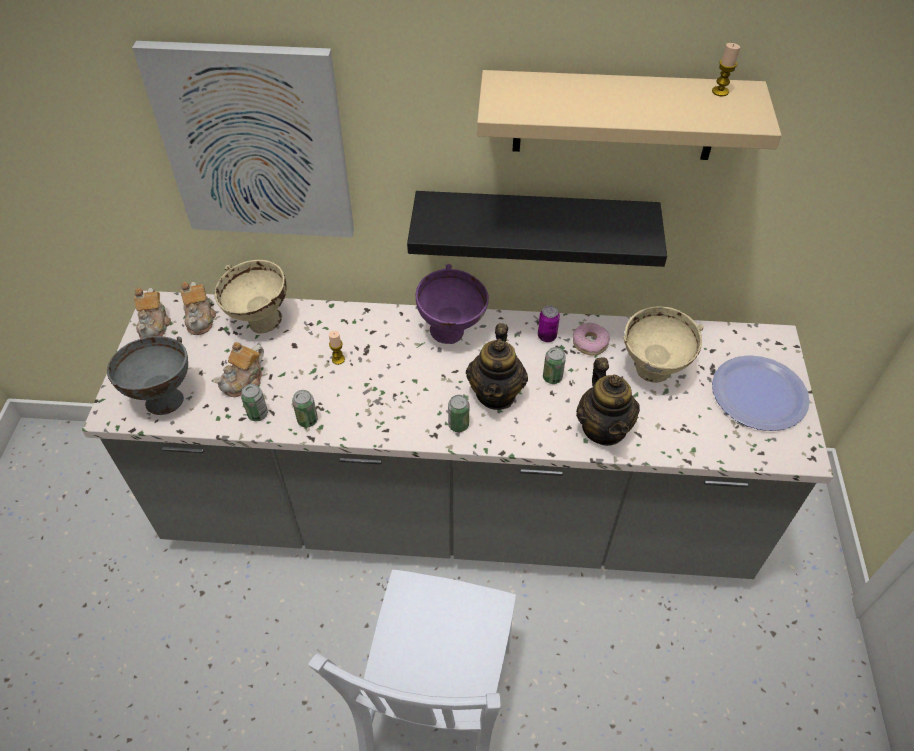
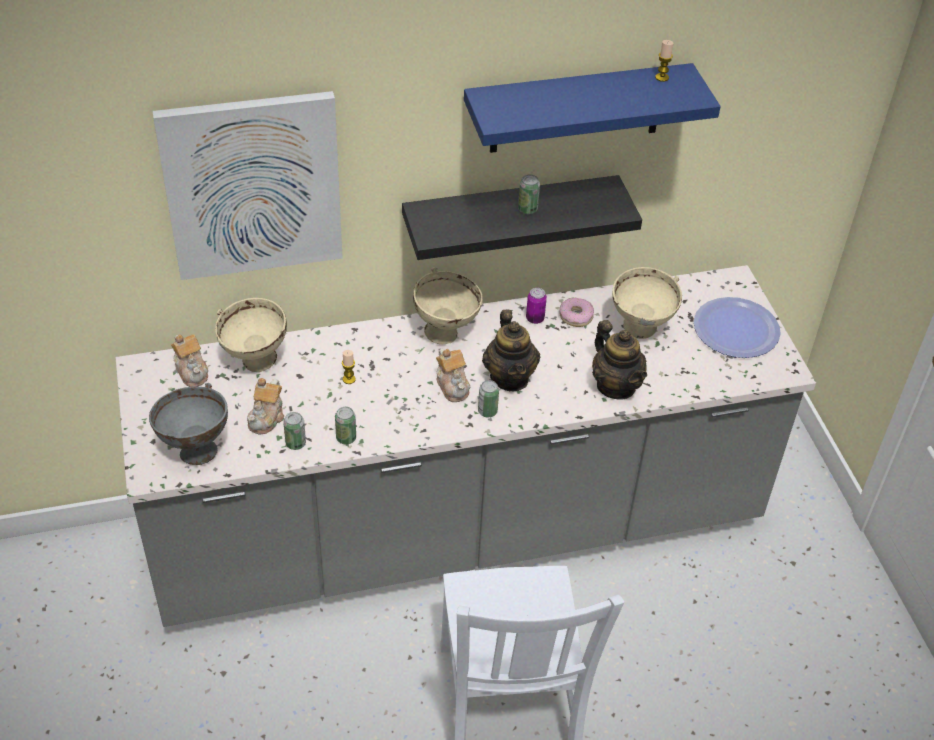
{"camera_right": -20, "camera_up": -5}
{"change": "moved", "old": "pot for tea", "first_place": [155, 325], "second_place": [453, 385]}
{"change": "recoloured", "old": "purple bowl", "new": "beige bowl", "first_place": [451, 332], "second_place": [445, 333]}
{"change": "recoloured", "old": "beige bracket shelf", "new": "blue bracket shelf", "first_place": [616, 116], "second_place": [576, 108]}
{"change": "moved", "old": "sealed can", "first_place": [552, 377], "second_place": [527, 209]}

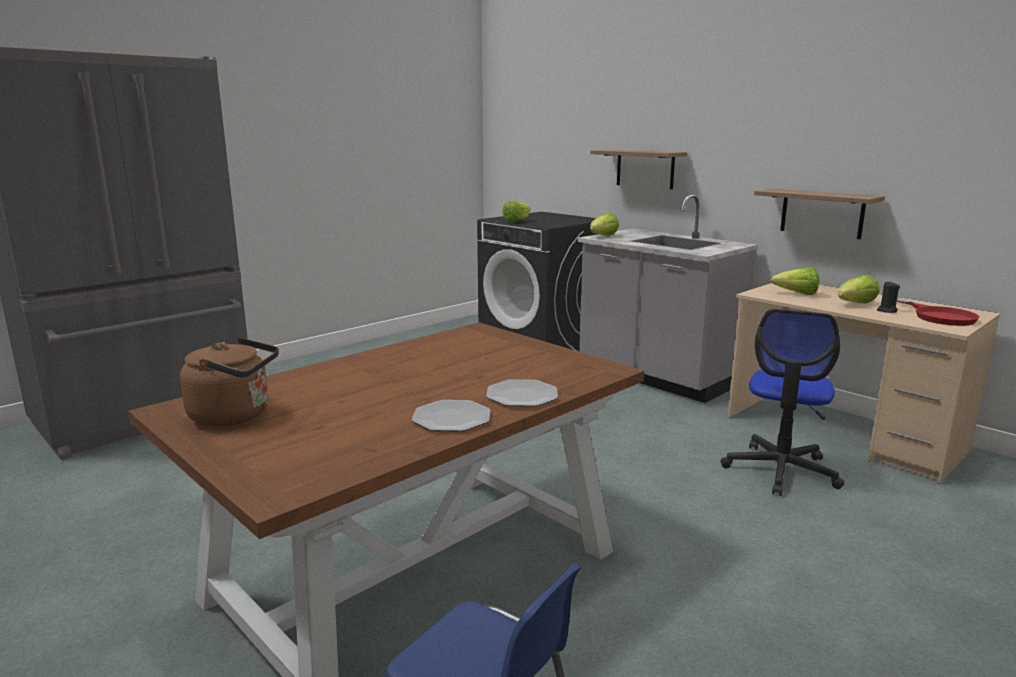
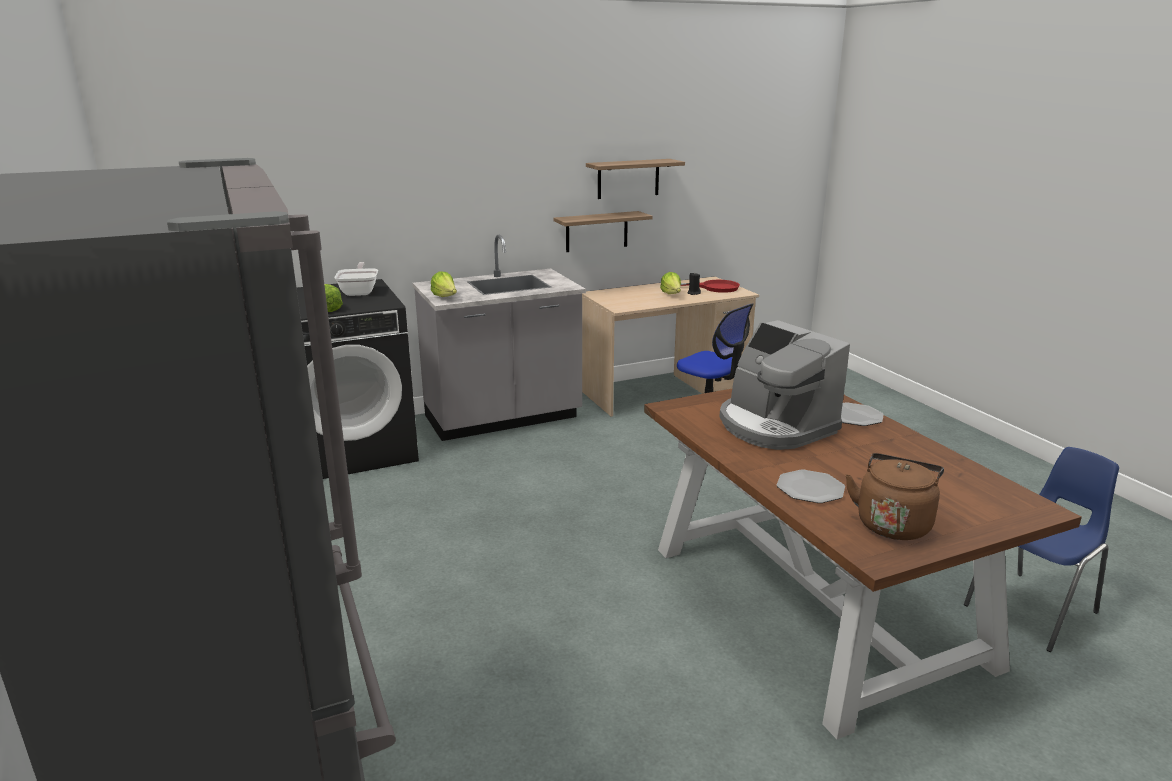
{"camera_right": -70, "camera_up": 5}
{"change": "moved", "old": "dinner plate", "first_place": [451, 418], "second_place": [810, 488]}
{"change": "moved", "old": "bracket shelf", "first_place": [645, 169], "second_place": [628, 178]}
{"change": "removed", "old": "lettuce head", "first_place": [797, 294]}
{"change": "added", "new": "frying pan", "second_place": [360, 292]}
{"change": "added", "new": "coffee maker", "second_place": [774, 426]}

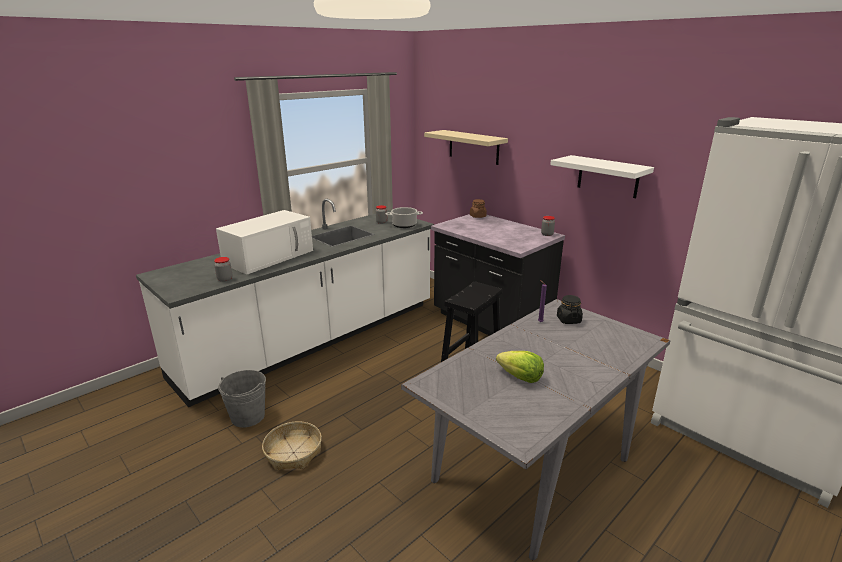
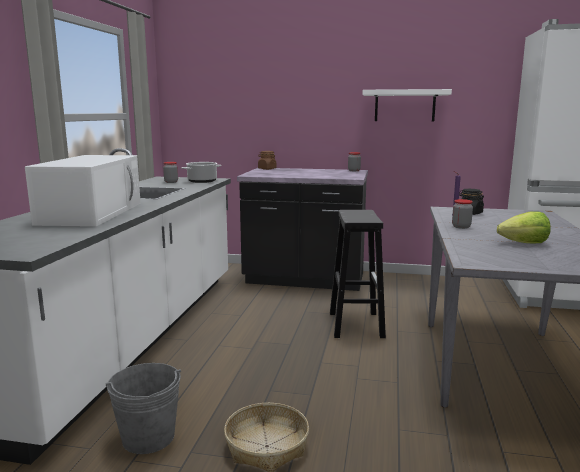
{"camera_right": -35, "camera_up": -10}
{"change": "moved", "old": "storage jar", "first_place": [225, 279], "second_place": [461, 227]}
{"change": "removed", "old": "beige bracket shelf", "first_place": [473, 147]}

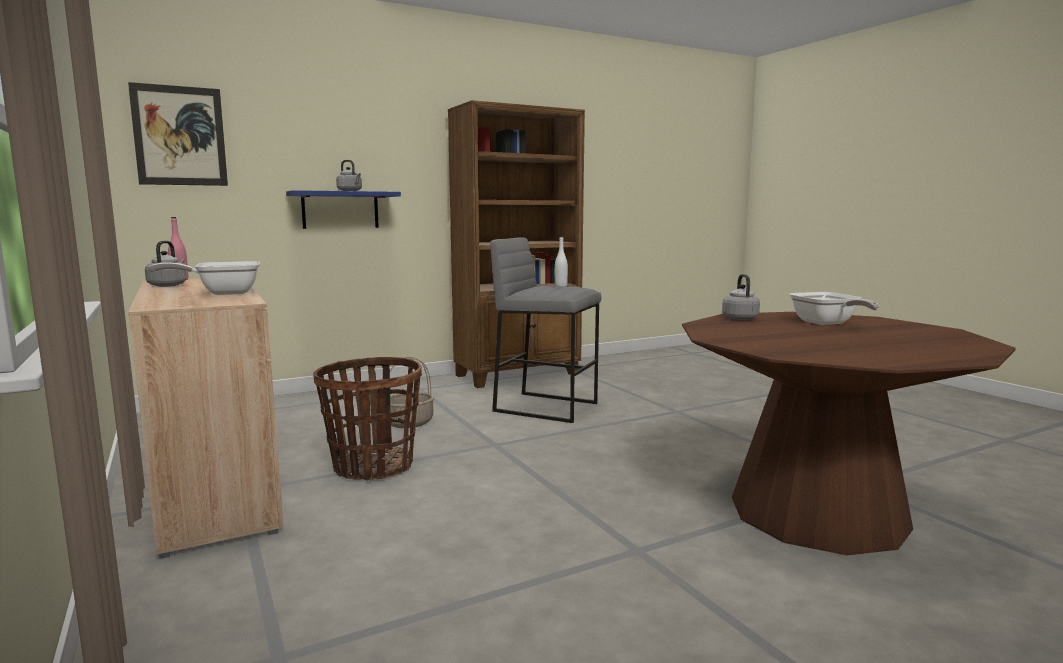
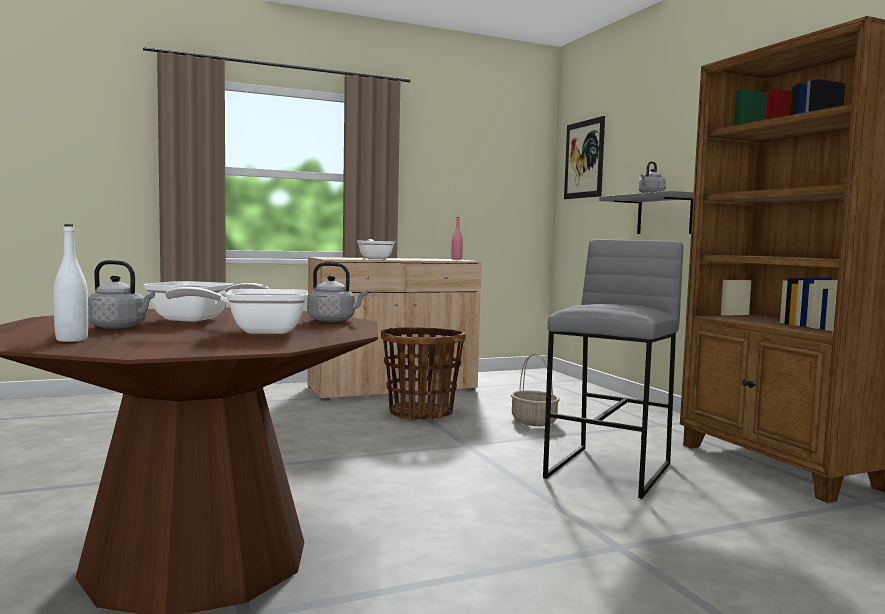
{"camera_right": 95, "camera_up": -5}
{"change": "moved", "old": "grey kettle", "first_place": [168, 285], "second_place": [120, 327]}
{"change": "recoloured", "old": "blue bracket shelf", "new": "grey bracket shelf", "first_place": [340, 210], "second_place": [664, 214]}
{"change": "moved", "old": "white drink bottle", "first_place": [561, 286], "second_place": [71, 340]}
{"change": "added", "new": "frying pan", "second_place": [198, 320]}

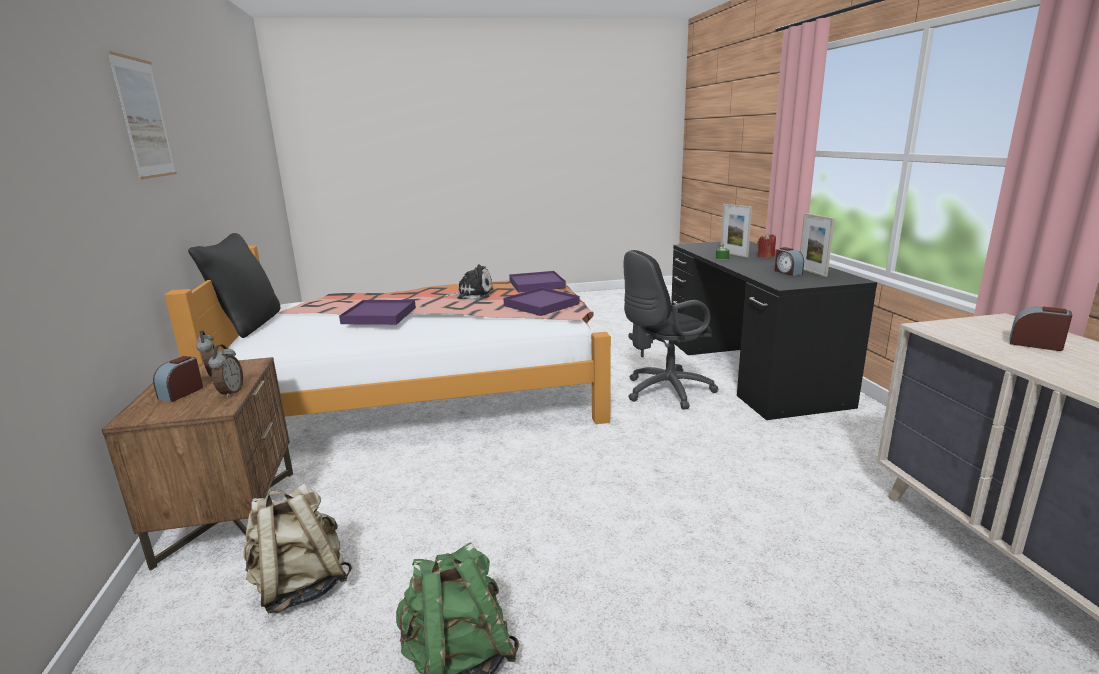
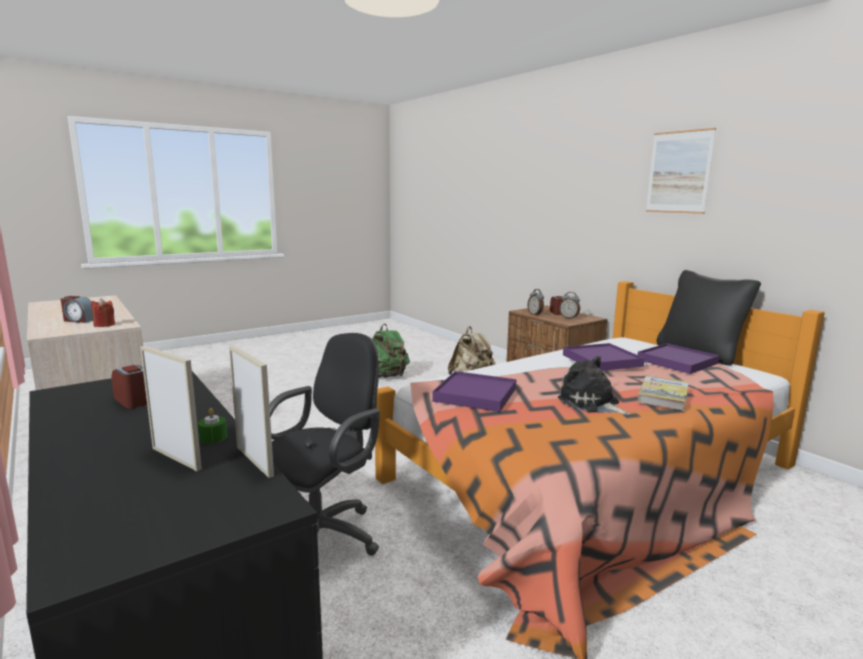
{"camera_right": 155, "camera_up": -5}
{"change": "turned", "old": "cuddly toy", "first_place": [472, 294], "second_place": [591, 403], "degrees": 75}
{"change": "moved", "old": "purple carrying tray", "first_place": [537, 284], "second_place": [677, 361]}
{"change": "moved", "old": "red wax candle", "first_place": [765, 256], "second_place": [104, 325]}
{"change": "moved", "old": "picture frame", "first_place": [812, 272], "second_place": [254, 461]}
{"change": "added", "new": "volume", "second_place": [663, 395]}

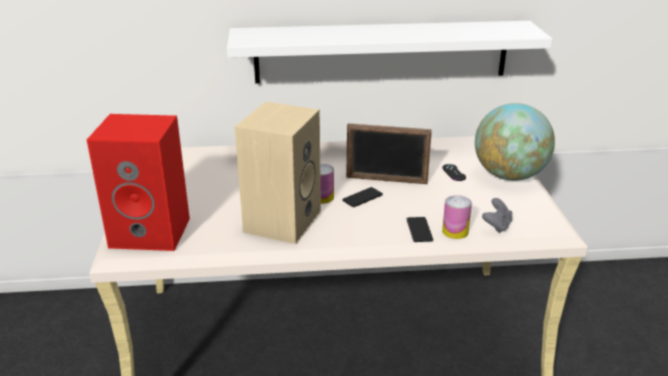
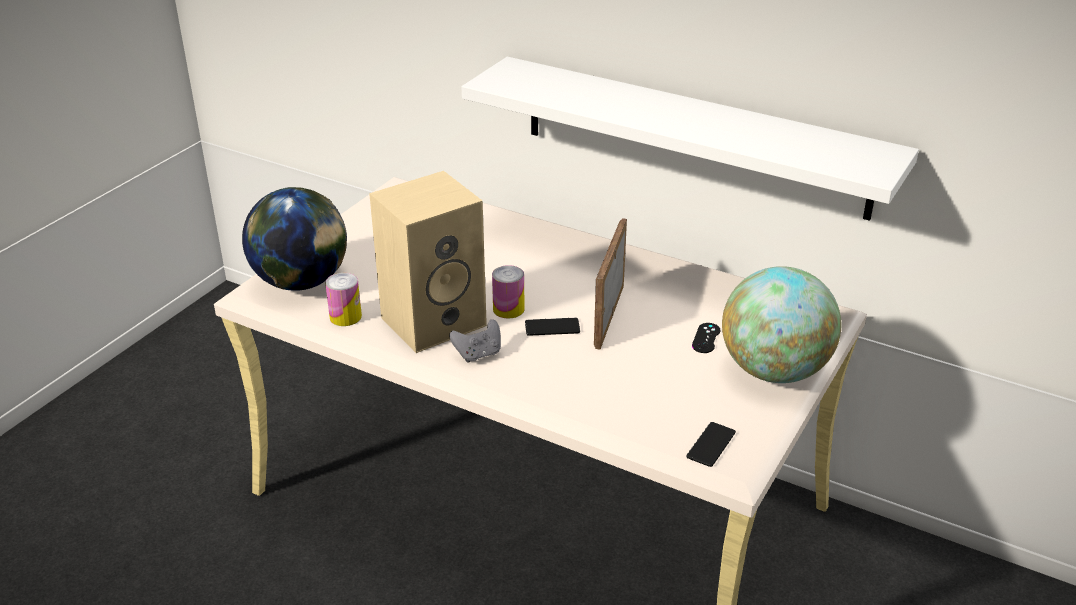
{"camera_right": 35, "camera_up": 5}
{"change": "replaced", "old": "red speaker", "new": "world globe", "first_place": [152, 232], "second_place": [301, 282]}
{"change": "turned", "old": "picture frame", "first_place": [386, 180], "second_place": [609, 316], "degrees": 60}
{"change": "moved", "old": "handset", "first_place": [419, 230], "second_place": [711, 445]}
{"change": "moved", "old": "sealed can", "first_place": [455, 231], "second_place": [345, 316]}
{"change": "moved", "old": "grey gamepad", "first_place": [497, 226], "second_place": [478, 354]}

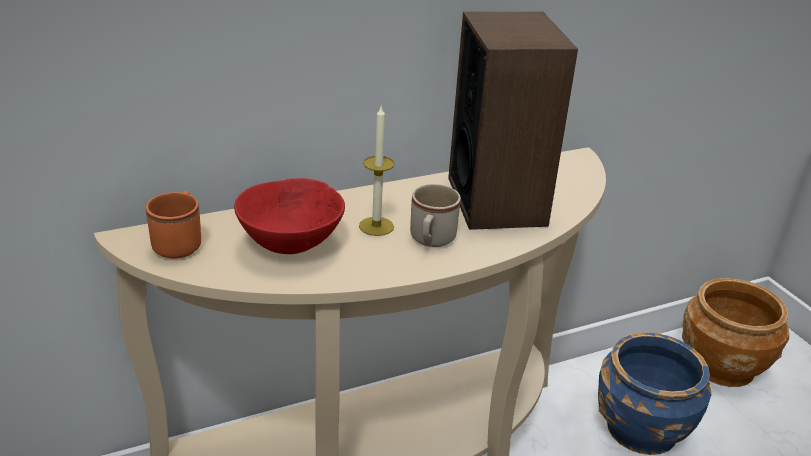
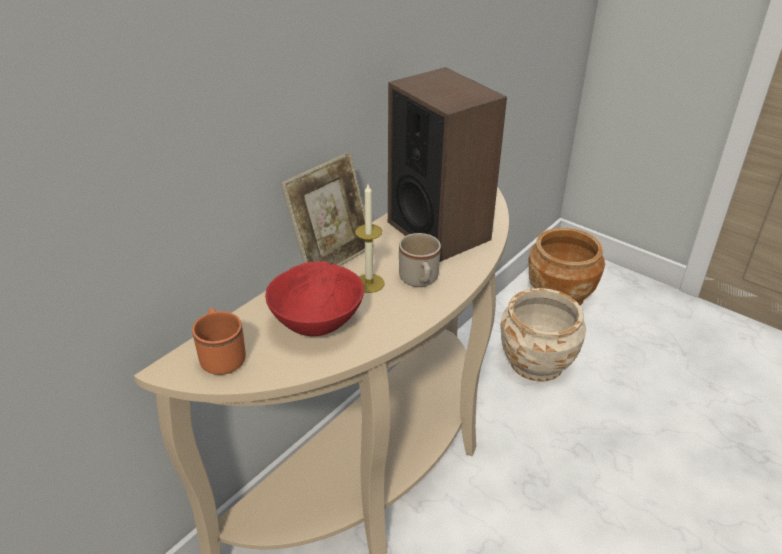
{"camera_right": -25, "camera_up": 5}
{"change": "recoloured", "old": "blue flower pot", "new": "beige flower pot", "first_place": [642, 428], "second_place": [536, 362]}
{"change": "added", "new": "picture frame", "second_place": [332, 258]}

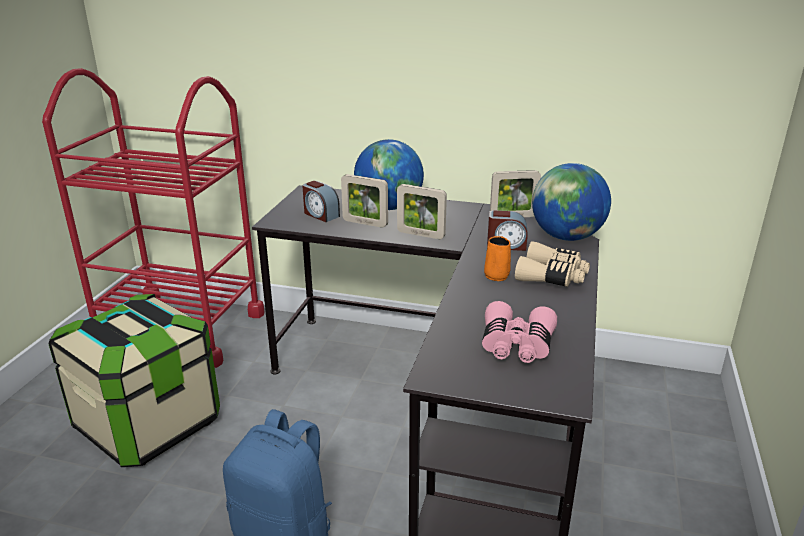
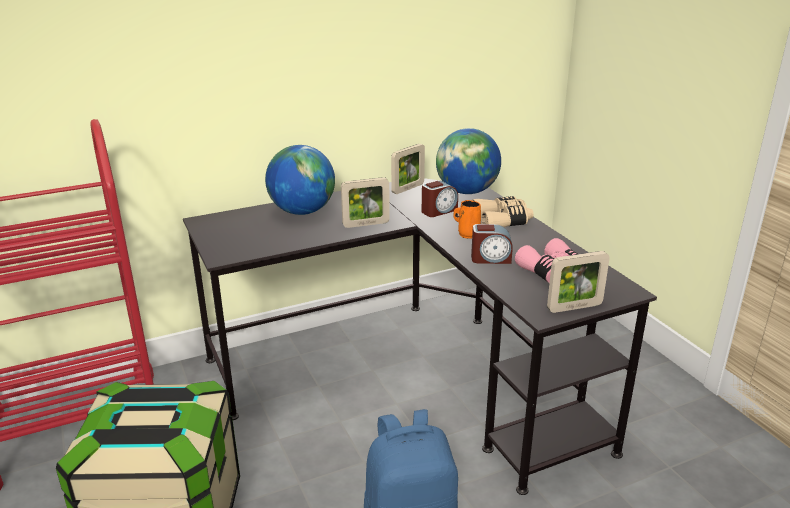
{"camera_right": -40, "camera_up": 0}
{"change": "moved", "old": "alarm clock", "first_place": [320, 215], "second_place": [490, 258]}
{"change": "moved", "old": "picture frame", "first_place": [365, 223], "second_place": [574, 307]}

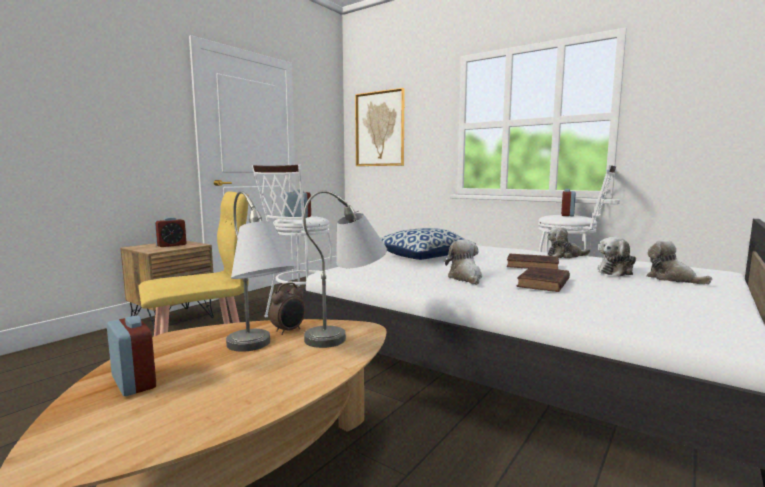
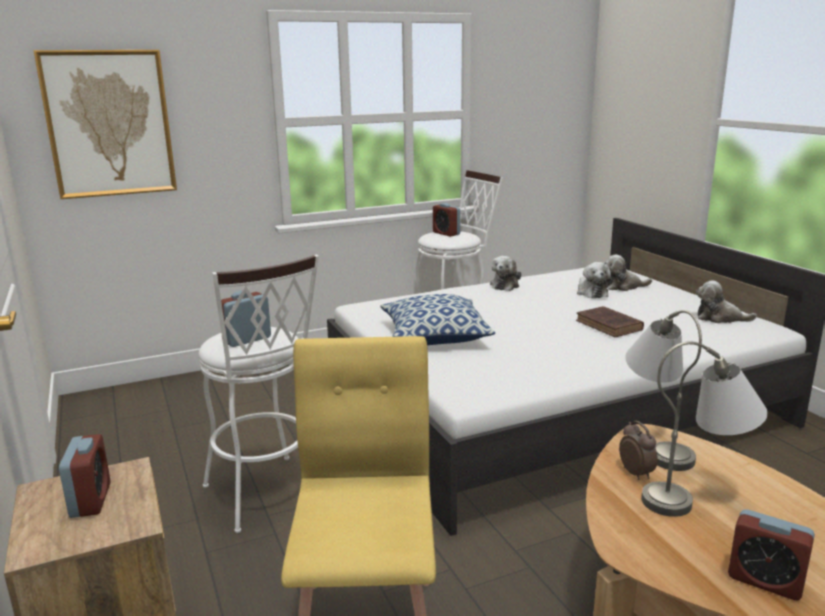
{"camera_right": -60, "camera_up": 10}
{"change": "turned", "old": "alarm clock", "first_place": [133, 382], "second_place": [765, 581], "degrees": -135}
{"change": "moved", "old": "cuddly toy", "first_place": [465, 278], "second_place": [719, 318]}
{"change": "removed", "old": "brownish volume", "first_place": [534, 265]}

